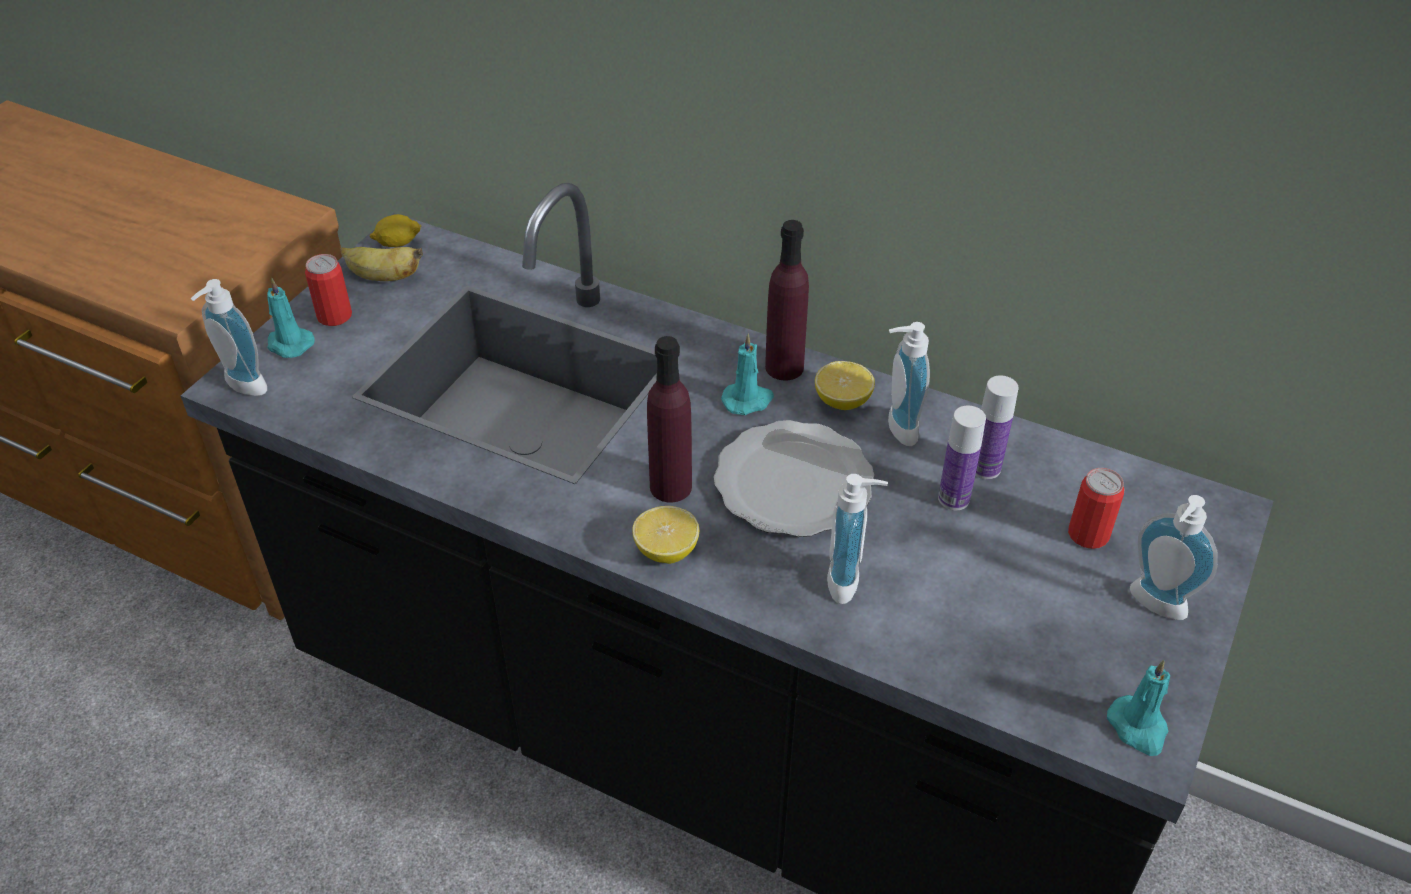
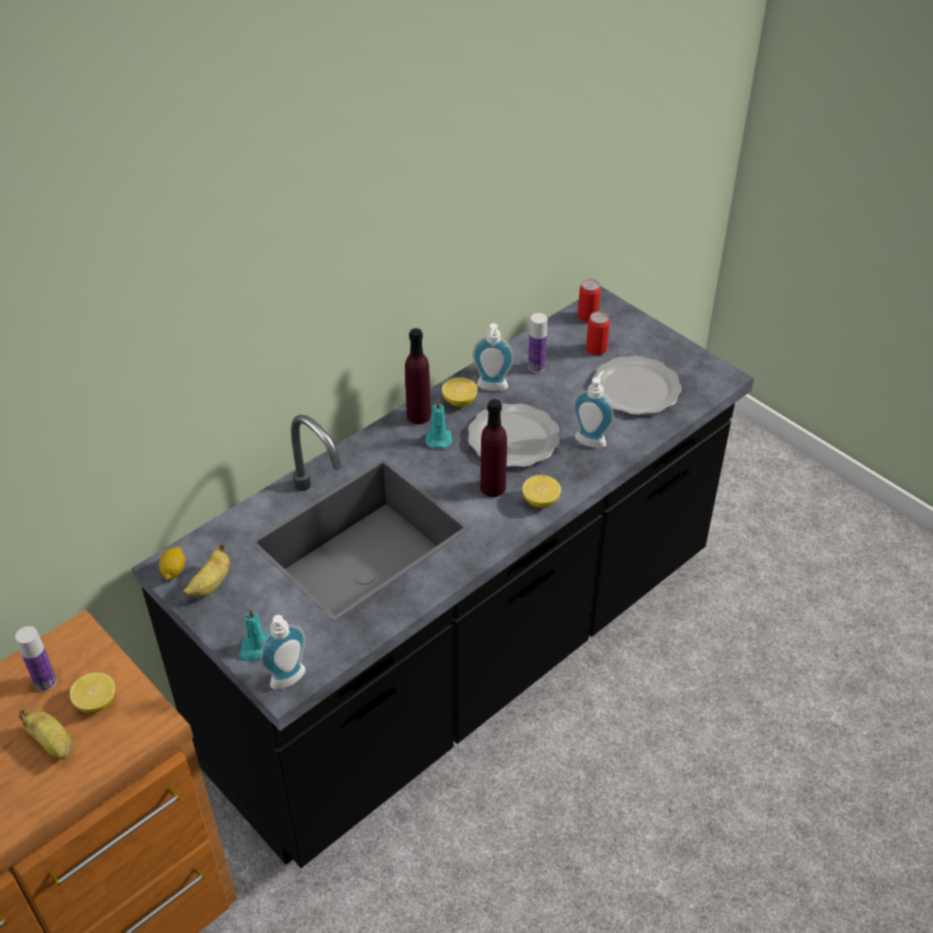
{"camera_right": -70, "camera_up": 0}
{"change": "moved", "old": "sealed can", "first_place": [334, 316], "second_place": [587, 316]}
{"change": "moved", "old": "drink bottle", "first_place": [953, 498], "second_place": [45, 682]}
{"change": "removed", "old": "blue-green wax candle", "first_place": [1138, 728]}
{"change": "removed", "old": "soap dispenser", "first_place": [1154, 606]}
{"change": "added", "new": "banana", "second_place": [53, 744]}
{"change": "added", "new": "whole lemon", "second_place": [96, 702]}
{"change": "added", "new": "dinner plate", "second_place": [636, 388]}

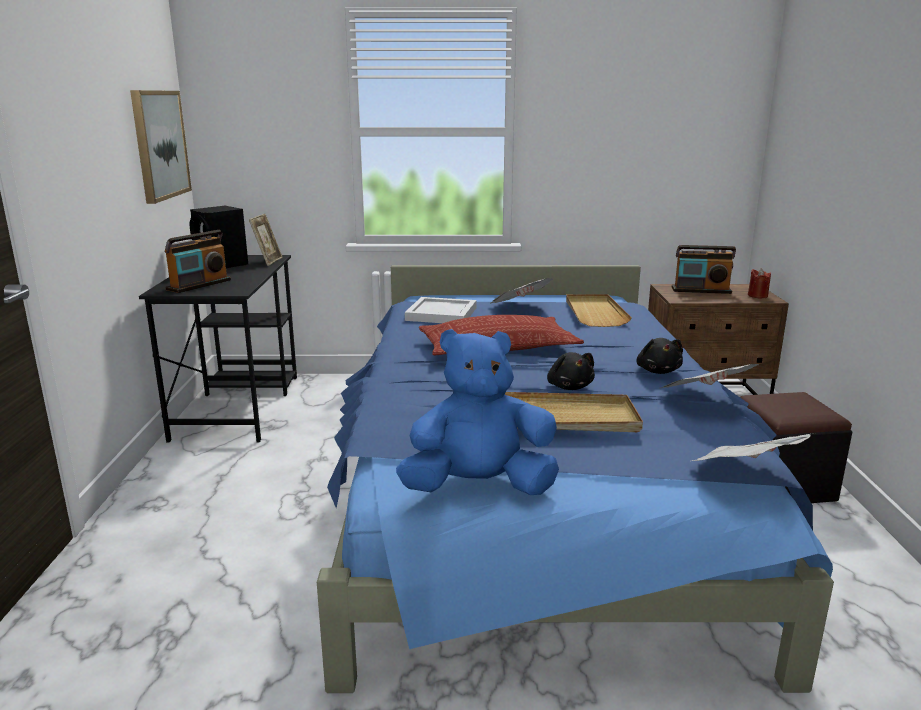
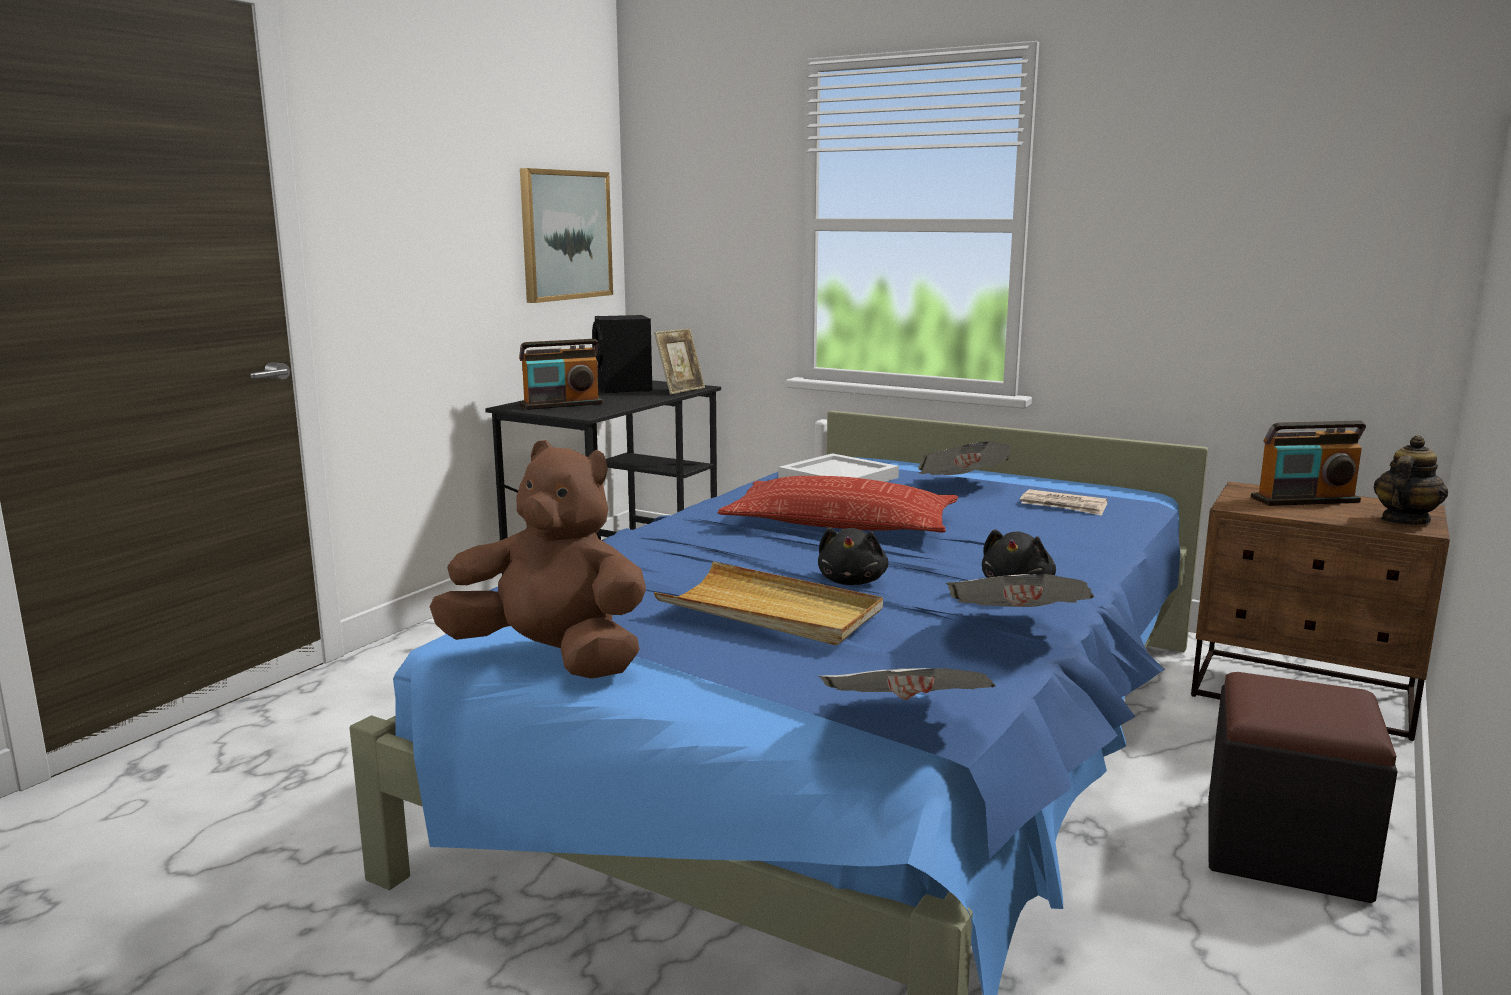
{"camera_right": 30, "camera_up": -5}
{"change": "recoloured", "old": "blue cuddly toy", "new": "brownish cuddly toy", "first_place": [479, 487], "second_place": [551, 659]}
{"change": "replaced", "old": "beige carrying tray", "new": "newspaper", "first_place": [594, 313], "second_place": [1064, 506]}
{"change": "turned", "old": "radio receiver", "first_place": [701, 290], "second_place": [1305, 500], "degrees": -45}
{"change": "replaced", "old": "red wax candle", "new": "pot for tea", "first_place": [757, 296], "second_place": [1404, 521]}

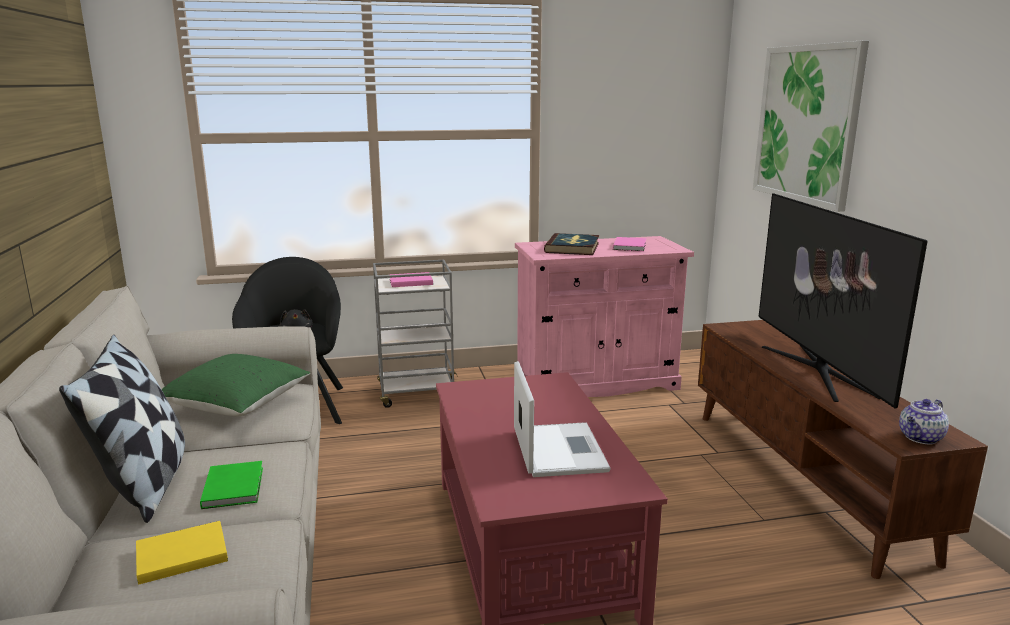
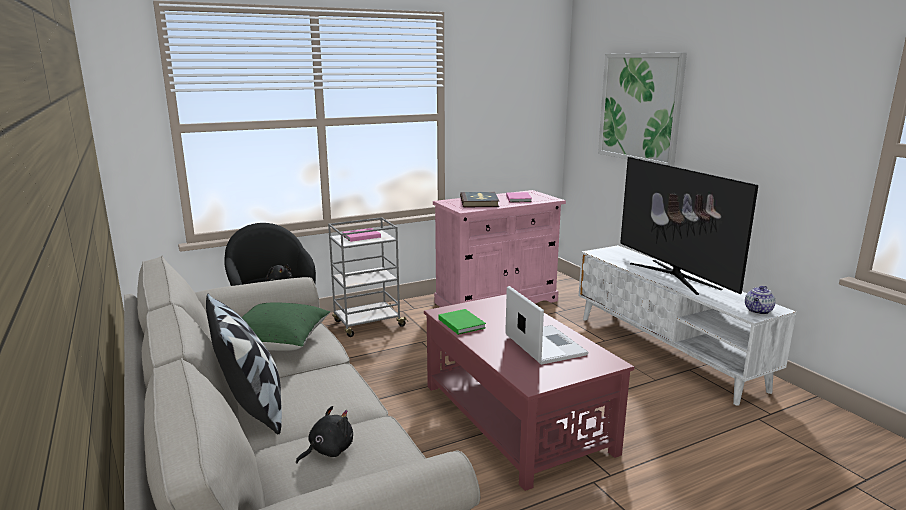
{"camera_right": -15, "camera_up": 0}
{"change": "replaced", "old": "yellow volume", "new": "black-coloured cuddly toy", "first_place": [179, 555], "second_place": [328, 450]}
{"change": "moved", "old": "green-coloured volume", "first_place": [235, 486], "second_place": [461, 323]}
{"change": "recoloured", "old": "brownish tv stand", "new": "white tv stand", "first_place": [803, 480], "second_place": [666, 351]}

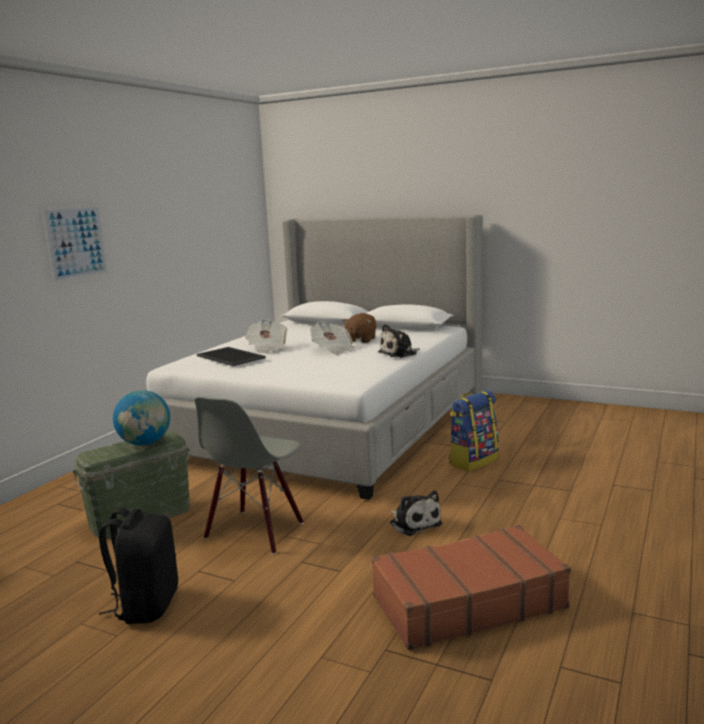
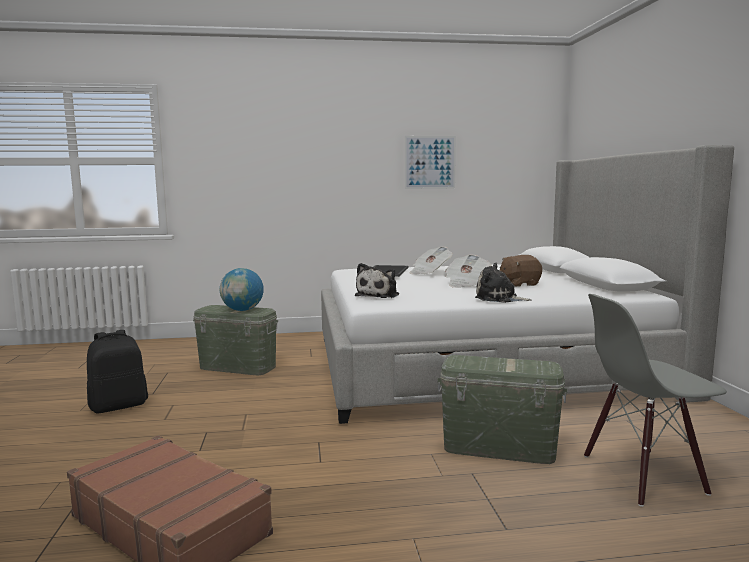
{"camera_right": 55, "camera_up": -5}
{"change": "moved", "old": "wall picture", "first_place": [76, 242], "second_place": [430, 162]}
{"change": "moved", "old": "grey upright chair", "first_place": [255, 531], "second_place": [643, 475]}
{"change": "moved", "old": "cuddly toy", "first_place": [414, 523], "second_place": [379, 295]}
{"change": "replaced", "old": "backpack", "new": "green-coloured storage bin", "first_place": [473, 461], "second_place": [499, 447]}

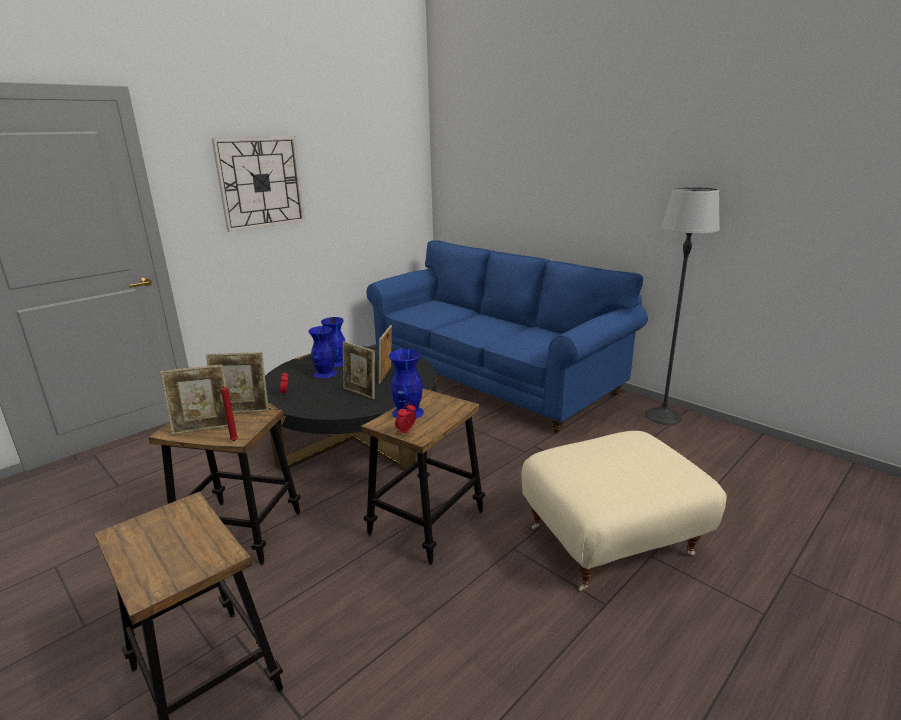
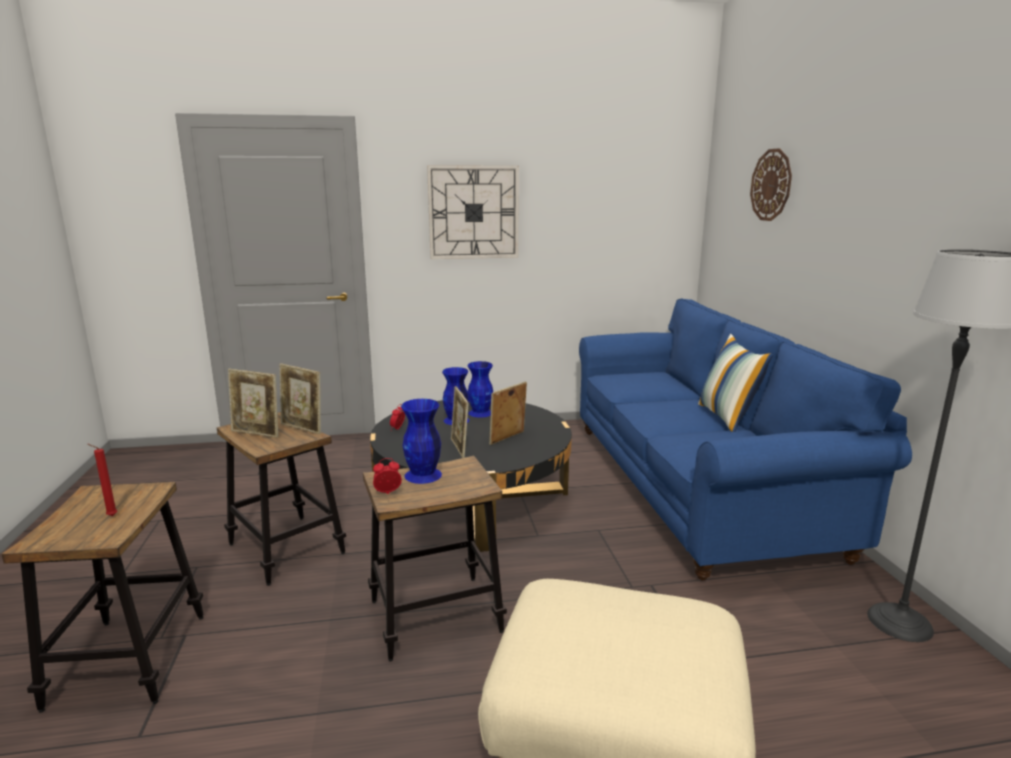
{"camera_right": 35, "camera_up": -5}
{"change": "moved", "old": "red wax candle", "first_place": [233, 441], "second_place": [110, 516]}
{"change": "added", "new": "cushion", "second_place": [727, 417]}
{"change": "added", "new": "wall clock", "second_place": [771, 185]}

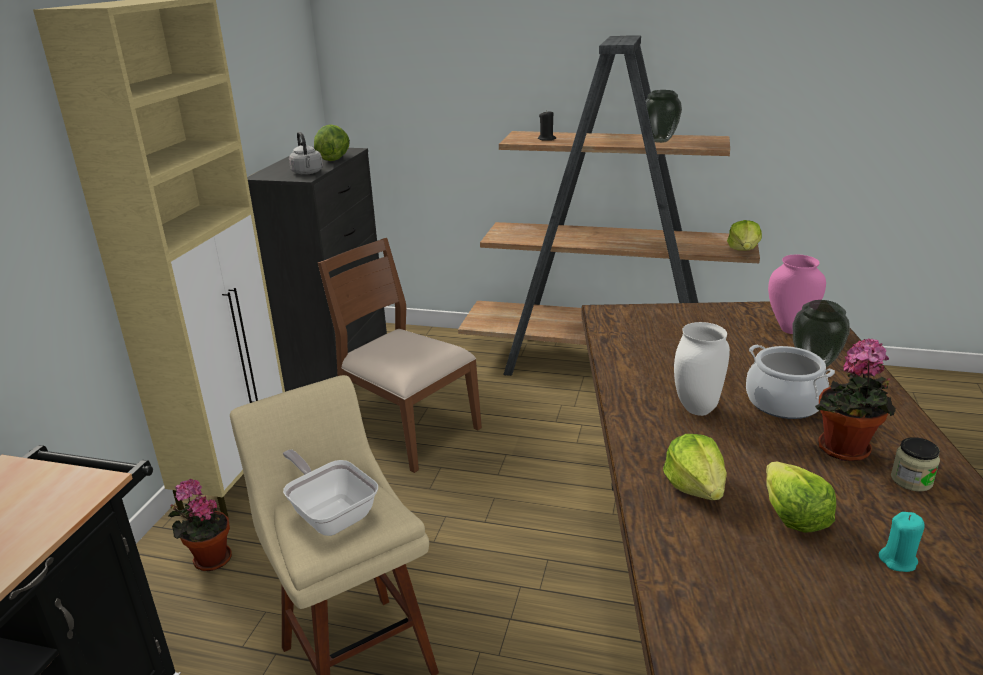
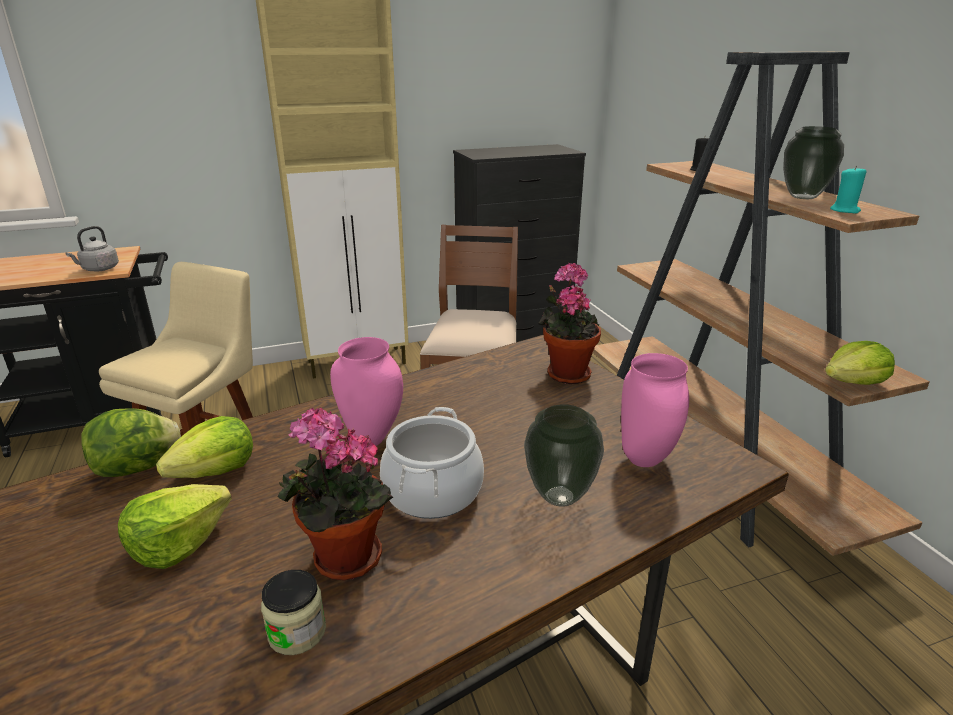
{"camera_right": 55, "camera_up": 0}
{"change": "moved", "old": "houseplant", "first_place": [209, 559], "second_place": [566, 373]}
{"change": "removed", "old": "frying pan", "first_place": [330, 514]}
{"change": "moved", "old": "grey kettle", "first_place": [307, 173], "second_place": [99, 269]}
{"change": "moved", "old": "lettuce head", "first_place": [334, 159], "second_place": [138, 468]}
{"change": "recoloured", "old": "white vase", "new": "pink vase", "first_place": [695, 409], "second_place": [372, 439]}
{"change": "moved", "old": "blue-green wax candle", "first_place": [898, 561], "second_place": [845, 210]}

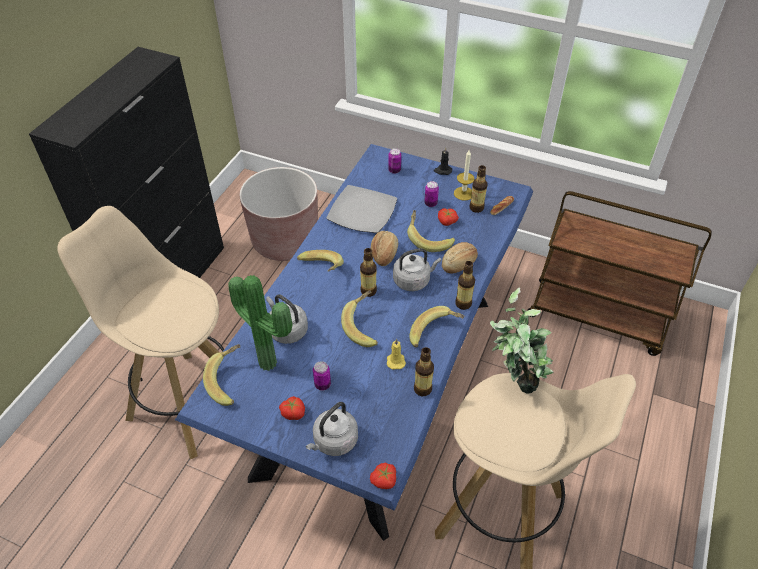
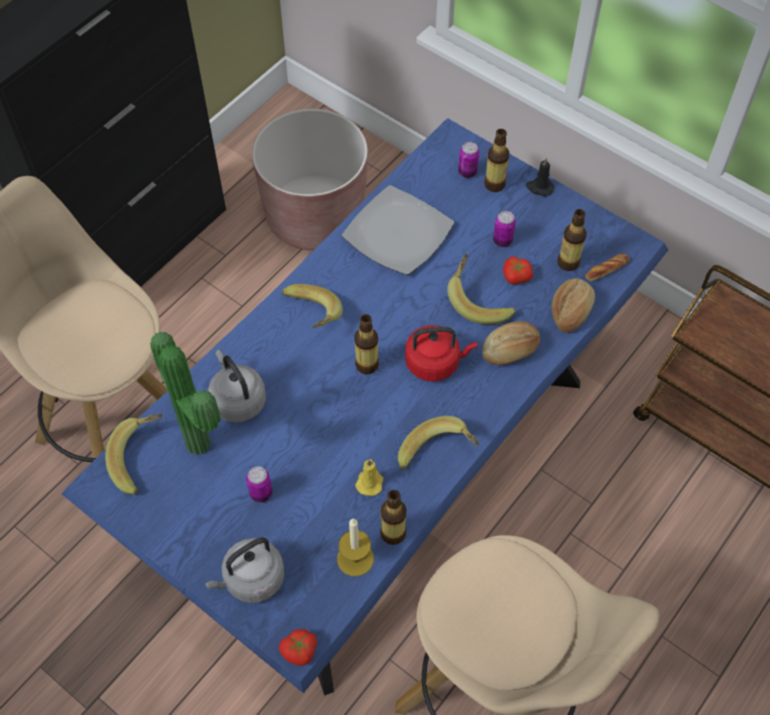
{"camera_right": 15, "camera_up": 10}
{"change": "removed", "old": "tomato", "first_place": [293, 412]}
{"change": "removed", "old": "banana", "first_place": [365, 326]}
{"change": "moved", "old": "bakery bread", "first_place": [384, 253], "second_place": [570, 311]}
{"change": "recoloured", "old": "grey kettle", "new": "red kettle", "first_place": [413, 280], "second_place": [435, 362]}
{"change": "moved", "old": "wax candle", "first_place": [463, 193], "second_place": [355, 558]}
{"change": "moved", "old": "drink bottle", "first_place": [463, 303], "second_place": [494, 184]}
{"change": "removed", "old": "houseplant", "first_place": [513, 382]}

